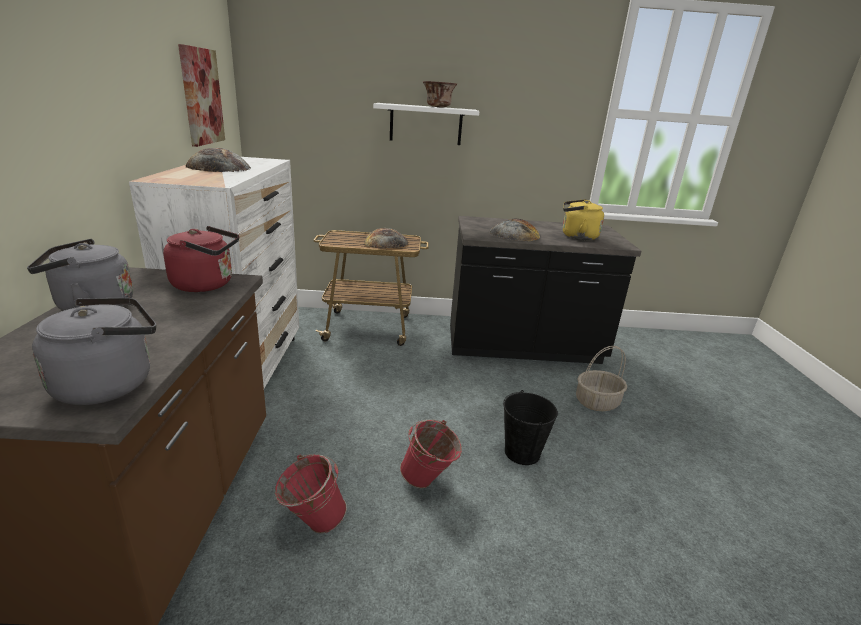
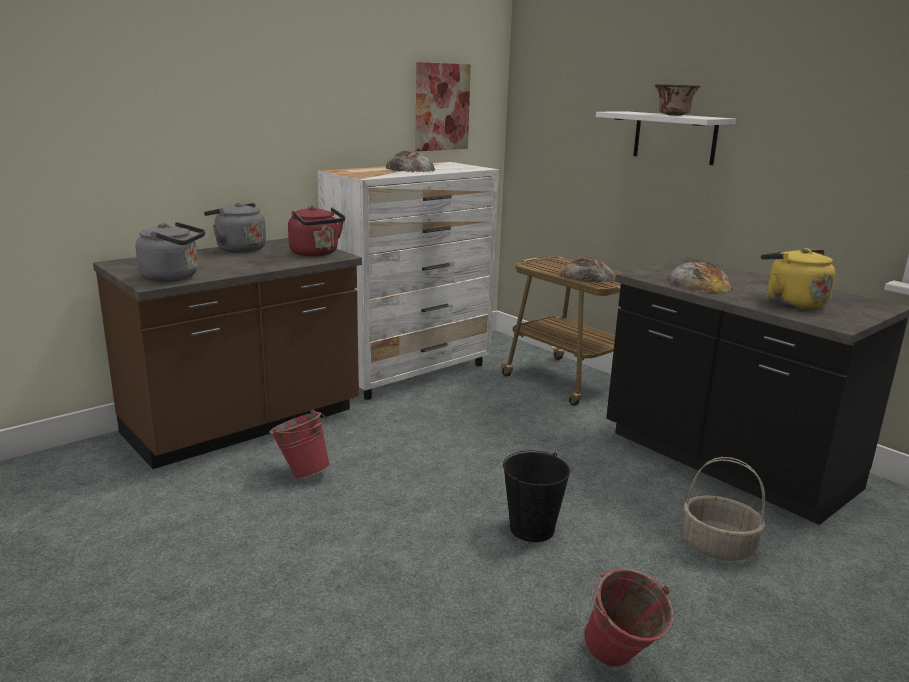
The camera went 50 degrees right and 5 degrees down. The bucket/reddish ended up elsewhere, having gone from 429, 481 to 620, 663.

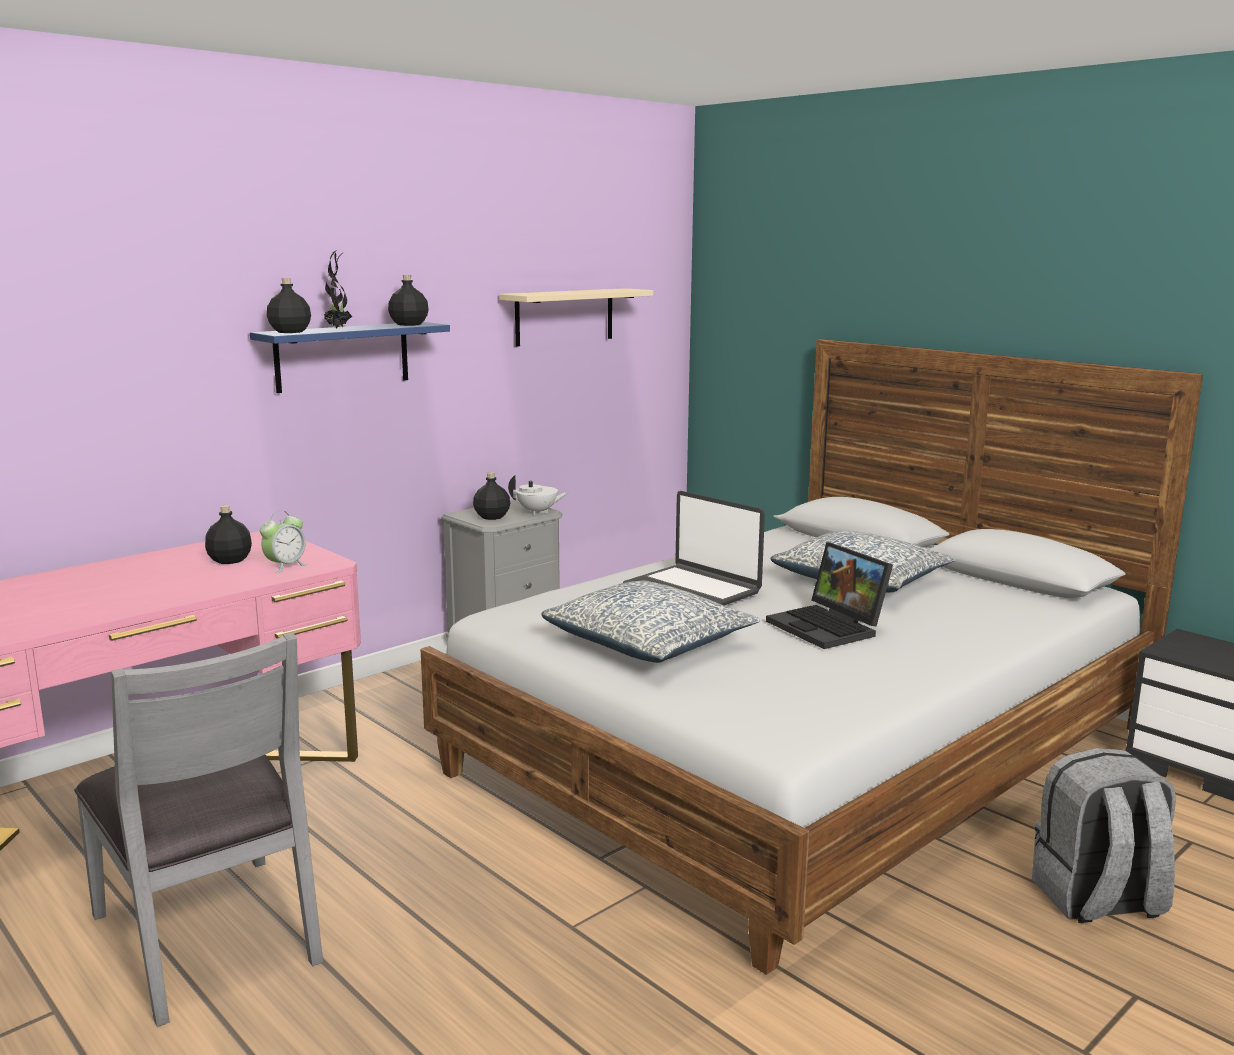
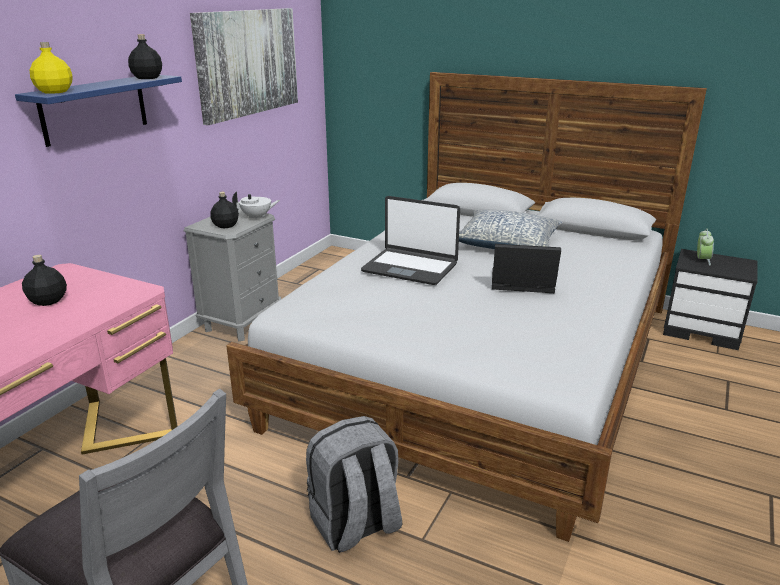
The camera went 20 degrees left and 10 degrees up. The bedside clock ended up elsewhere, having gone from 285, 566 to 702, 260. What was the bottle/black-coloured at 290, 332 turned into the bottle/yellowish at 55, 91. The second view lost the potted plant at 337, 328. Where the bracket shelf/sand-coloured hung at 564, 316, the wall art came to hang at 248, 63. The second view lost the pillow at 649, 643. The notebook computer at 829, 627 ended up facing another way, 150 degrees clockwise from before. The knapsack/grey ended up elsewhere, having gone from 1097, 901 to 355, 525.

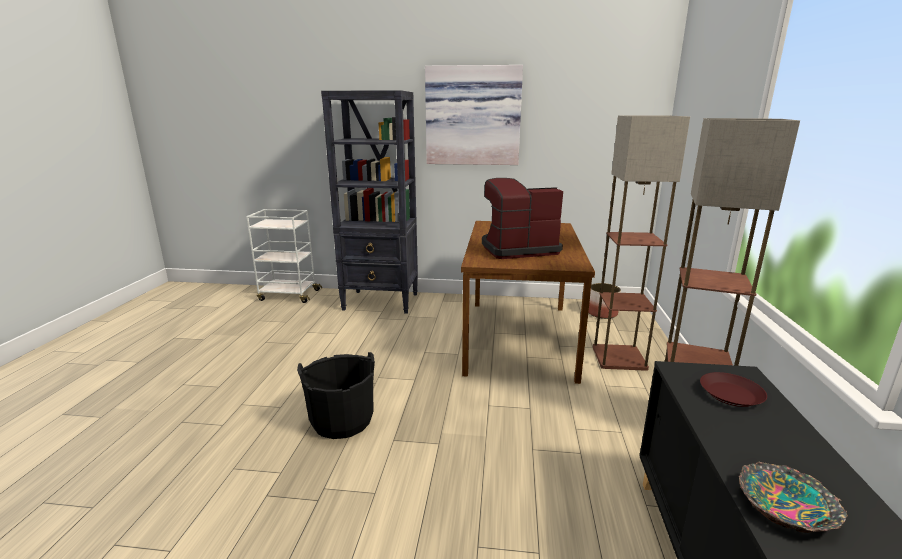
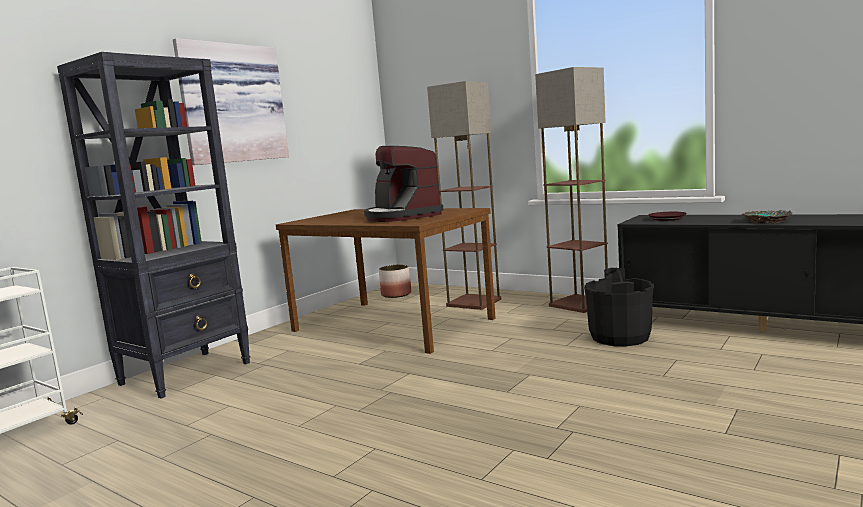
The camera went 60 degrees left and 10 degrees down. The bucket/black-coloured ended up elsewhere, having gone from 342, 420 to 620, 337. The coffee machine at 517, 249 ended up facing another way, 45 degrees counterclockwise from before.

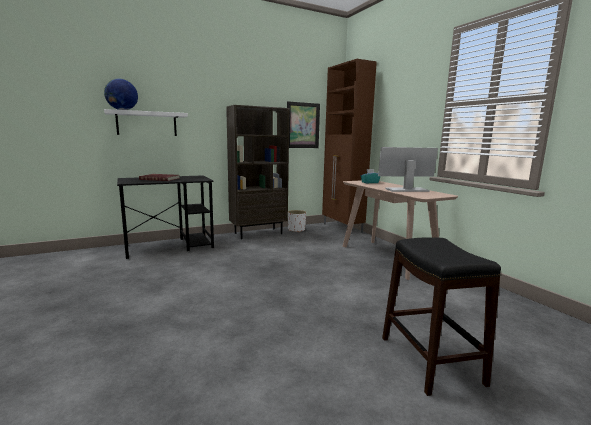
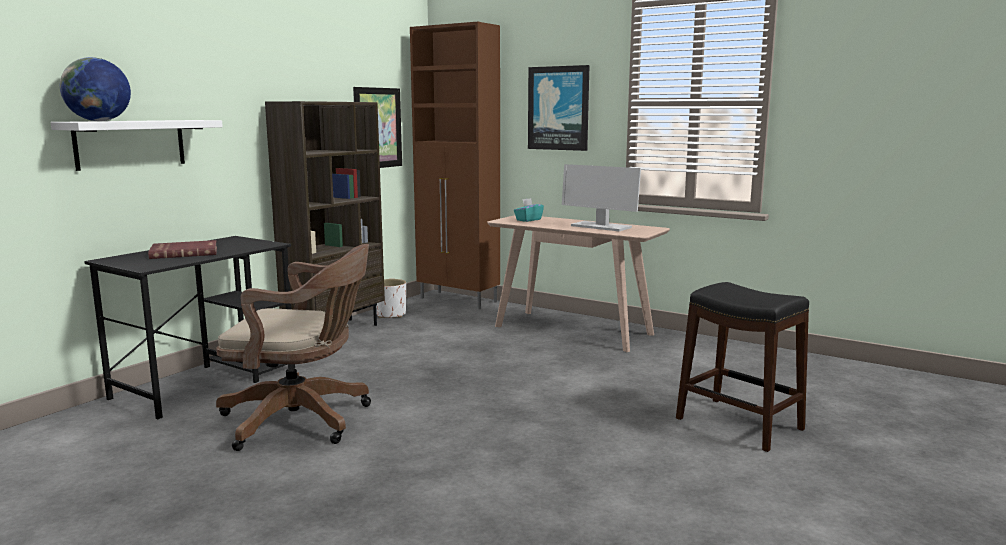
The camera went 30 degrees left and 0 degrees up. The monitor at 407, 190 ended up facing another way, 105 degrees counterclockwise from before. The second view gained the desk chair/brown-coloured at 303, 420. The second view gained the wall art at 558, 108.

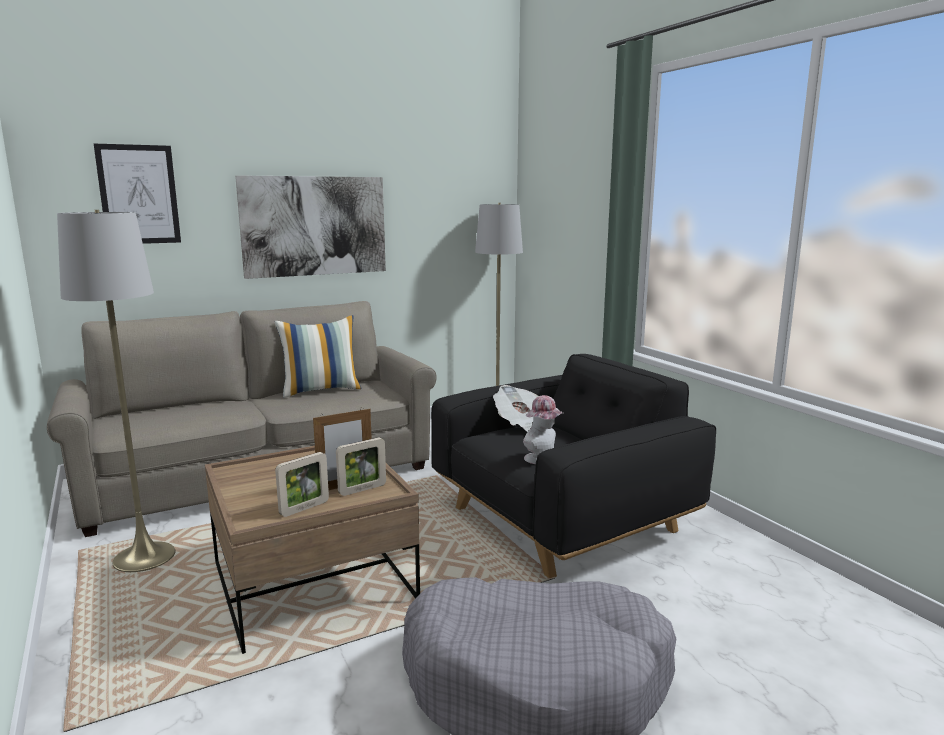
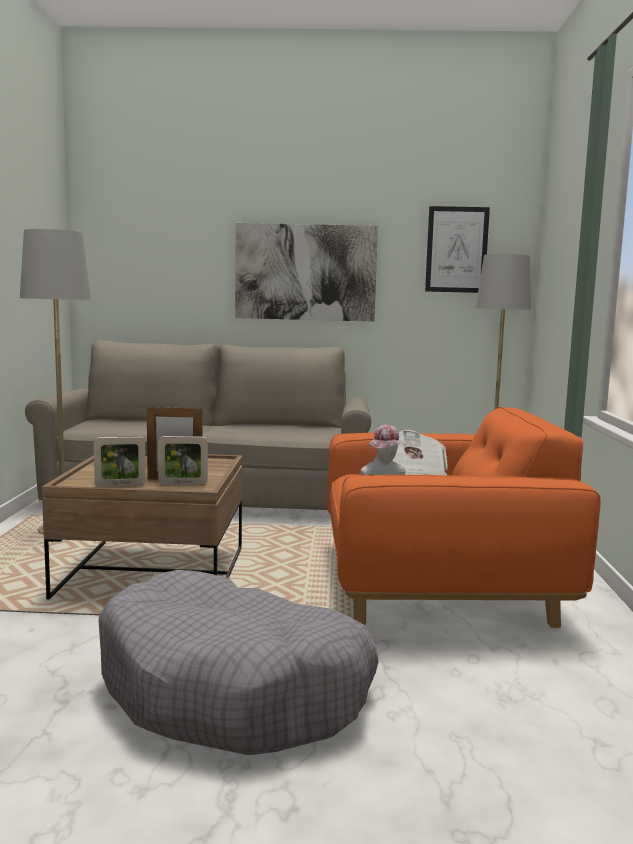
The camera went 30 degrees right and 5 degrees down. The wall art ended up elsewhere, having gone from 139, 194 to 456, 249. The second view lost the pillow at 321, 390. What was the easy chair/black-coloured at 562, 520 turned into the easy chair/orange at 436, 586.

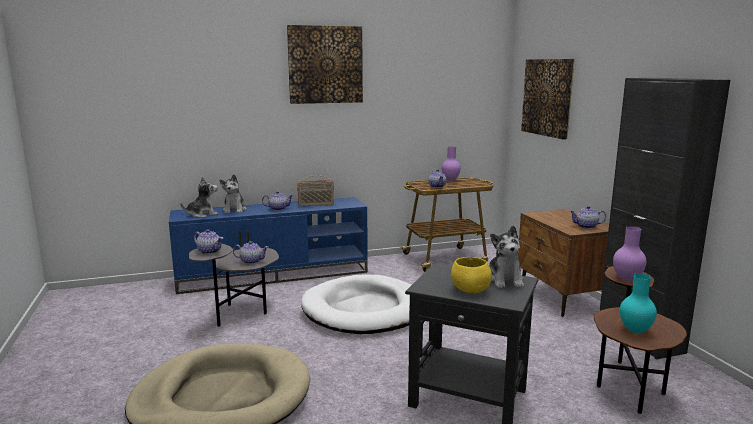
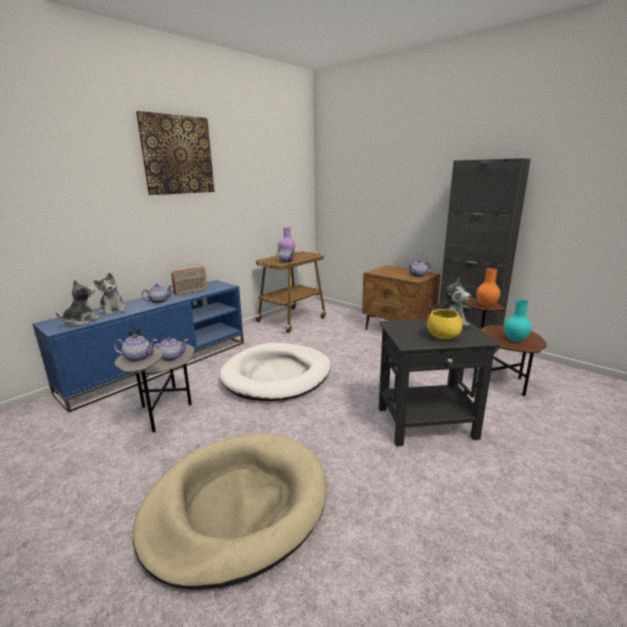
The camera went 30 degrees left and 5 degrees up. The second view lost the wall art at 547, 97. What was the flower vase/purple-coloured at 627, 279 turned into the flower vase/orange at 486, 306.

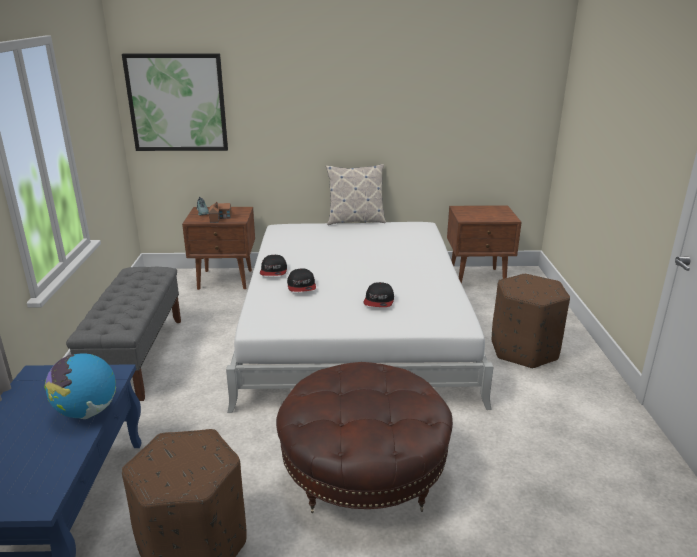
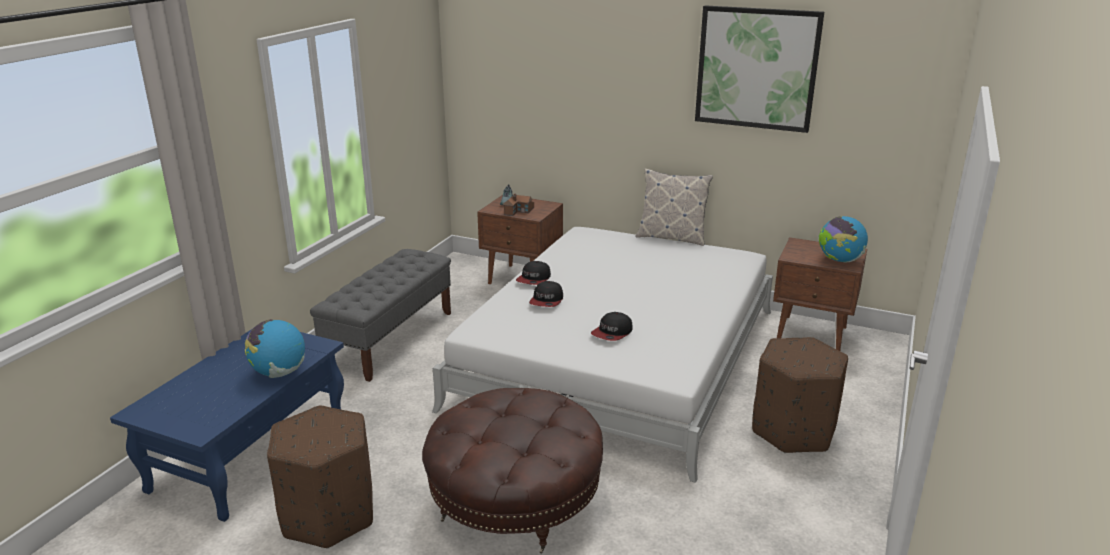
The camera went 25 degrees right and 0 degrees up. The wall art ended up elsewhere, having gone from 177, 103 to 756, 68. The second view gained the world globe at 839, 260.

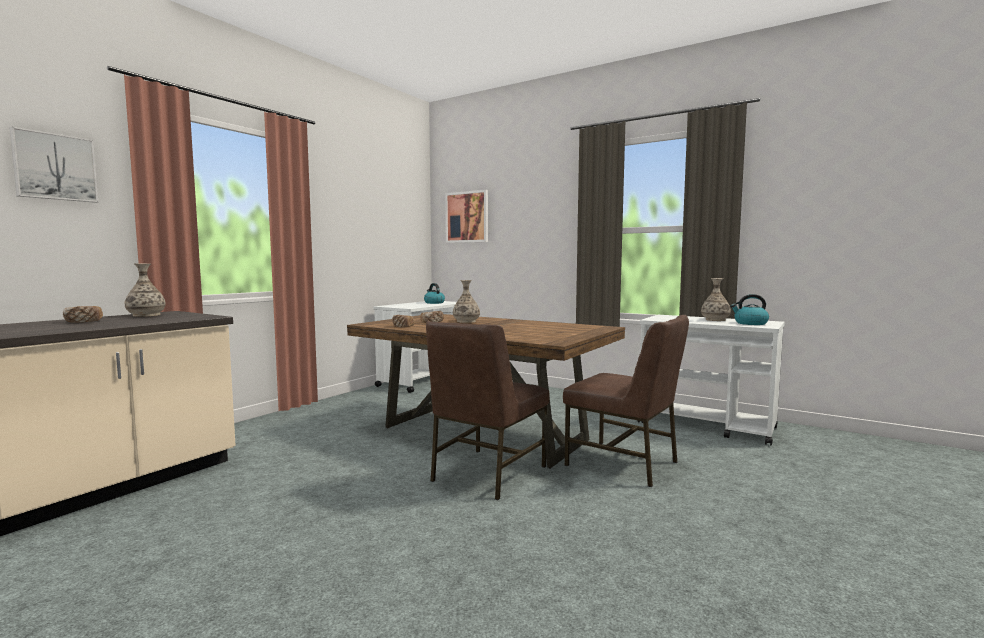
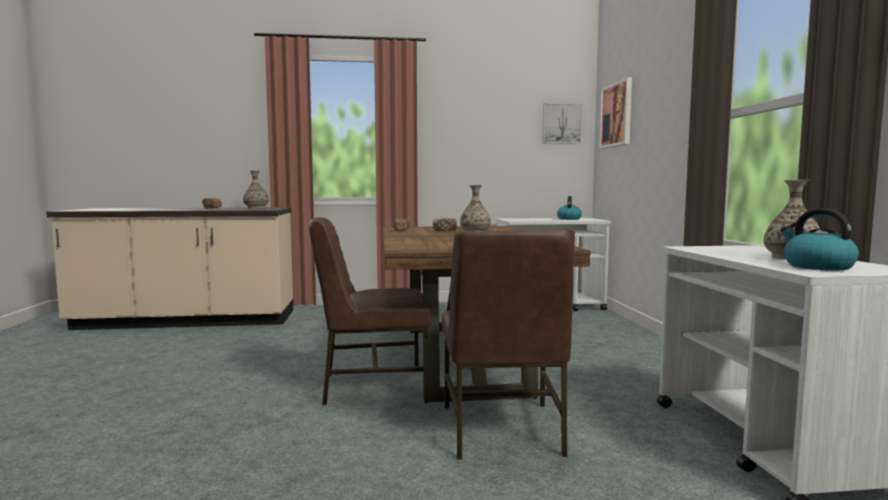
The camera went 50 degrees right and 0 degrees up. The wall art ended up elsewhere, having gone from 54, 167 to 561, 123.

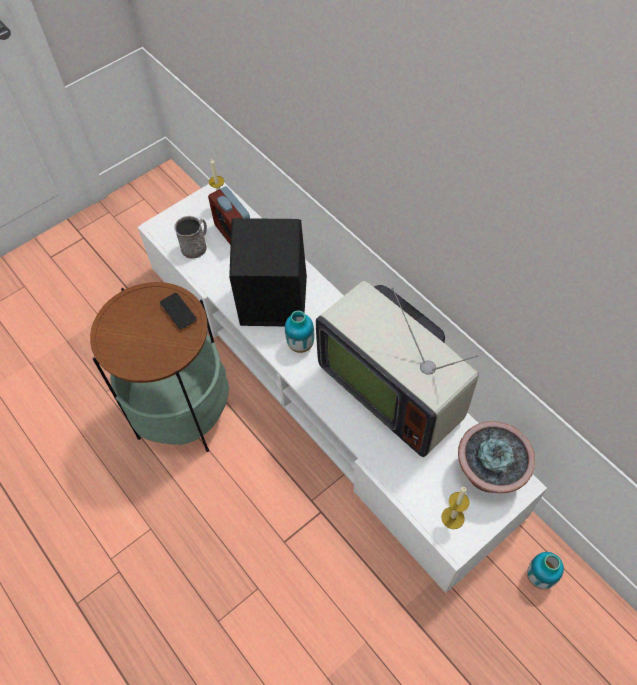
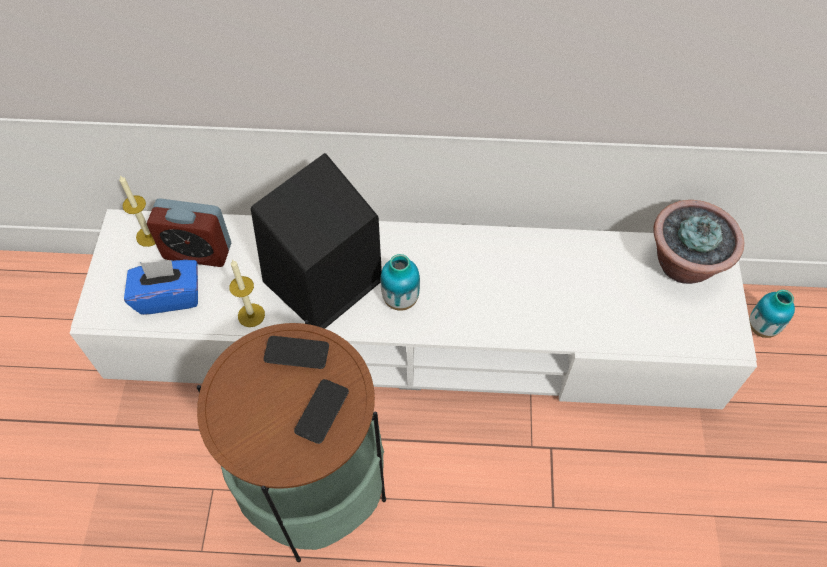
The camera went 50 degrees left and 0 degrees up. Where the coffee mug/grey stood at 196, 246, the tissue box/blue-coloured came to stand at 169, 296. The second view lost the TV at 393, 388. The candle ended up elsewhere, having gone from 452, 517 to 251, 315. The second view gained the phone at 321, 411.

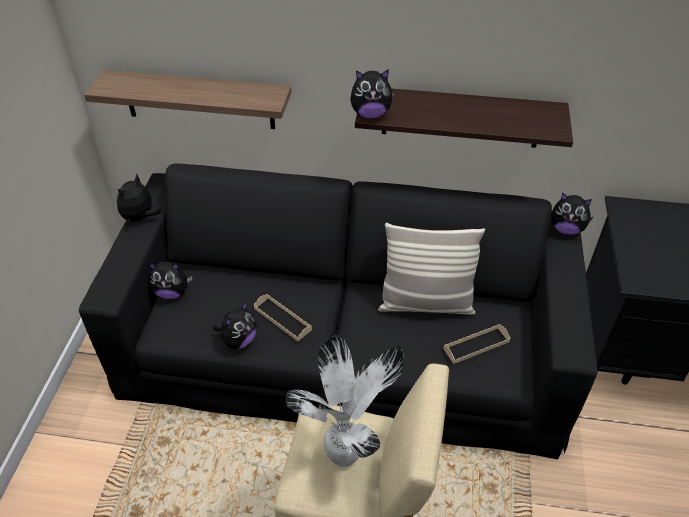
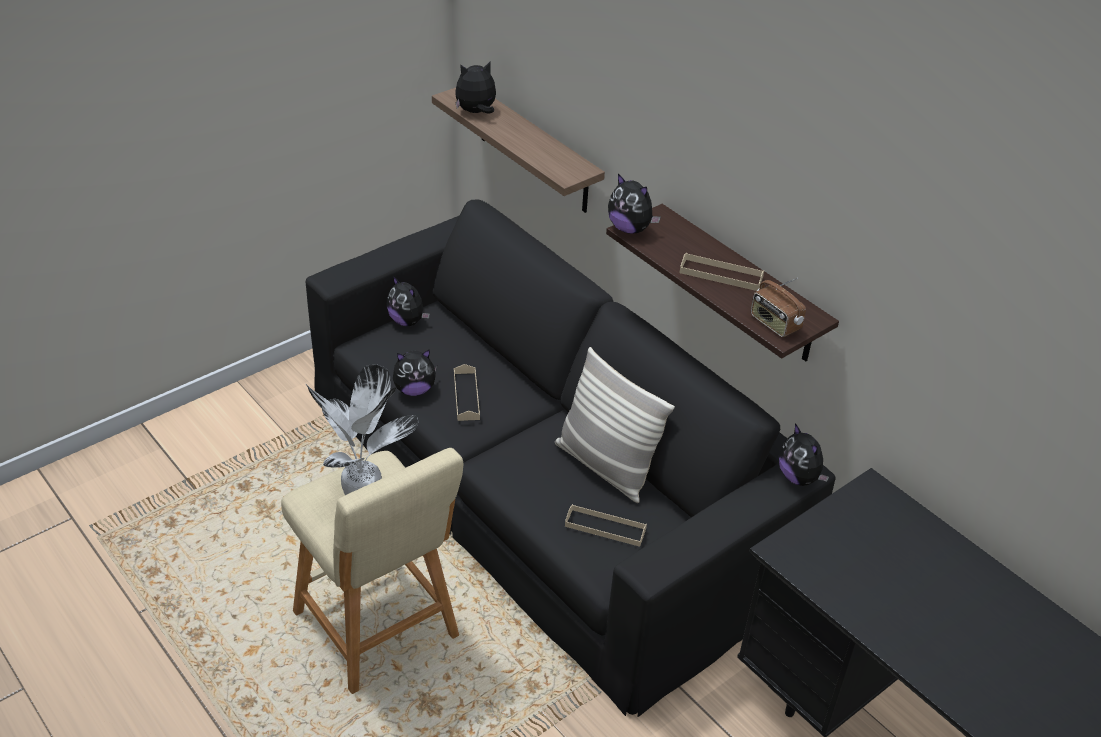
The camera went 40 degrees right and 5 degrees down. The plush toy ended up elsewhere, having gone from 140, 218 to 476, 112. The second view gained the tray/sand-coloured at 721, 275. The second view gained the radio at 774, 324.

